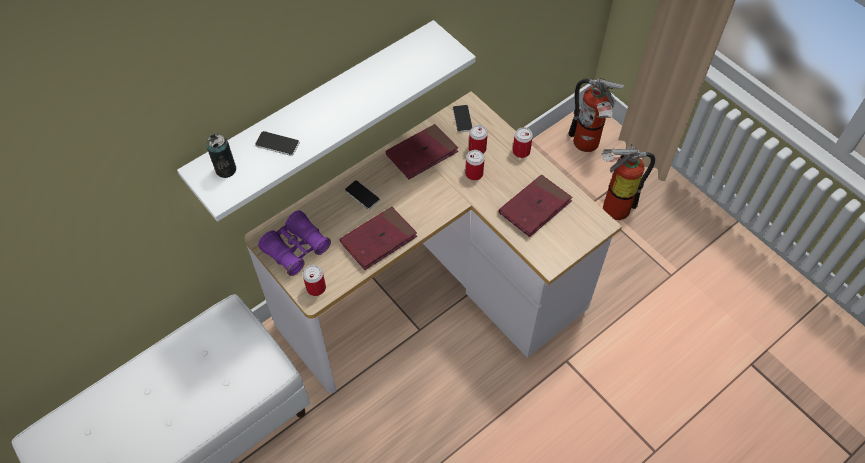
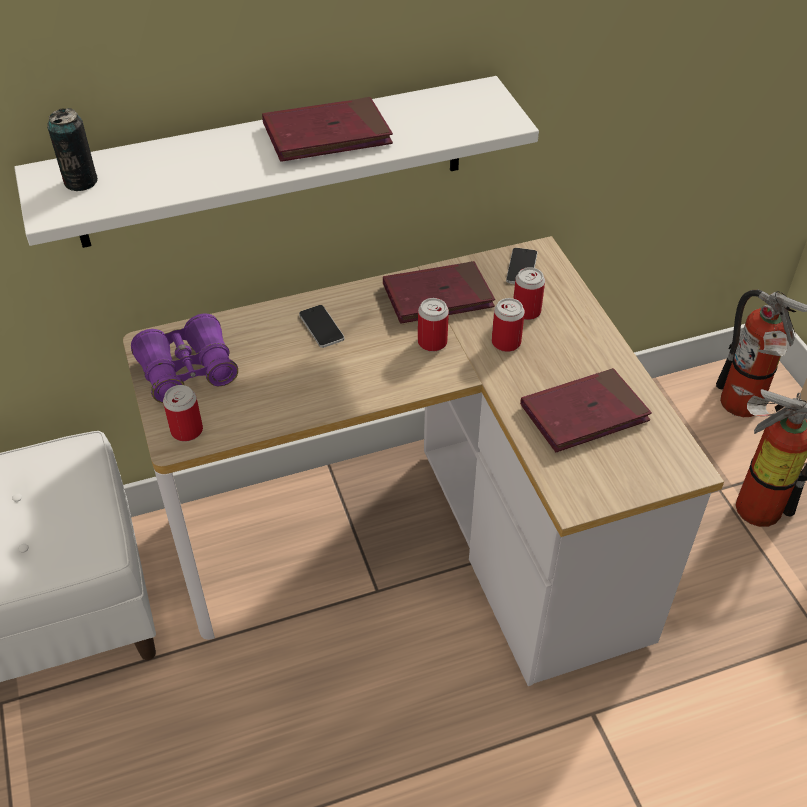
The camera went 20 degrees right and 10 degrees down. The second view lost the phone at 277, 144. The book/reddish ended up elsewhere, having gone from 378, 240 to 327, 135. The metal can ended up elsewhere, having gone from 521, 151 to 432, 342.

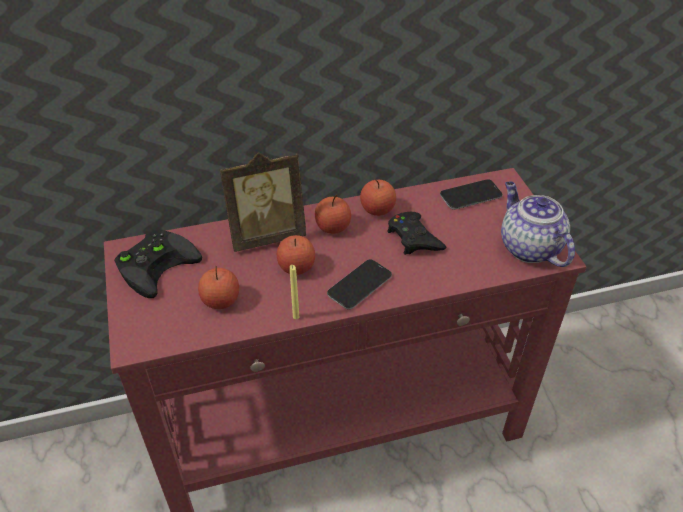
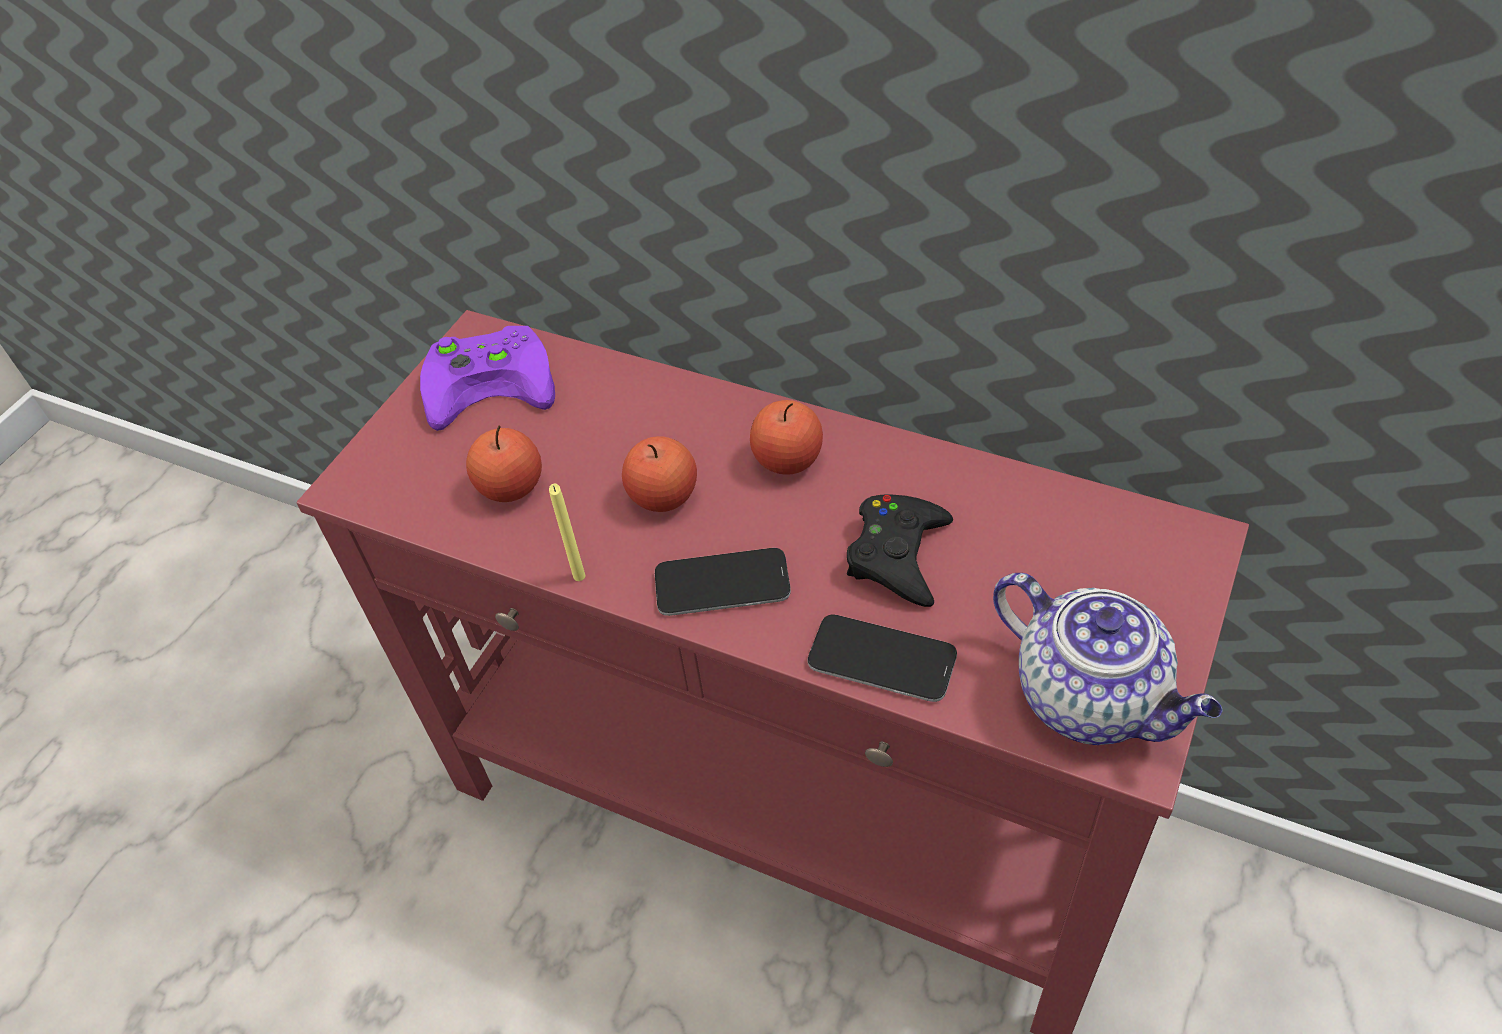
The camera went 45 degrees right and 5 degrees up. What was the joypad/black-coloured at 157, 263 turned into the joypad/purple-coloured at 493, 380. The second view lost the standing frame at 266, 235. The second view lost the apple at 377, 209. The phone ended up elsewhere, having gone from 470, 195 to 881, 660. The teapot at 528, 247 ended up facing another way, 120 degrees clockwise from before.

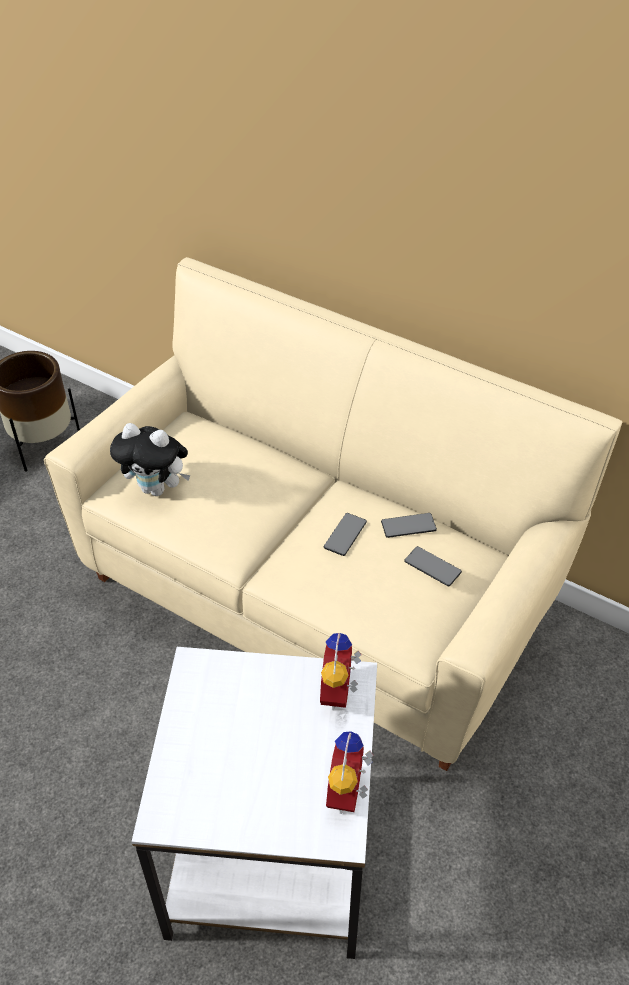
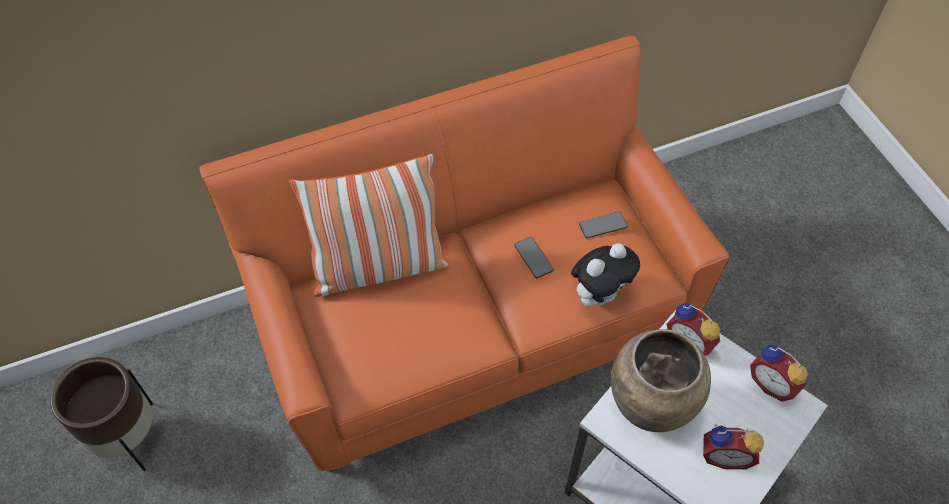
The camera went 55 degrees left and 10 degrees up. What was the sofa/sand-coloured at 316, 597 turned into the sofa/orange at 474, 326. The plush toy ended up elsewhere, having gone from 157, 488 to 599, 295. The second view lost the phone at 408, 526. The second view gained the pillow at 378, 268. The second view gained the flower vase/brown-coloured at 650, 409. The second view gained the bedside clock at 725, 455.

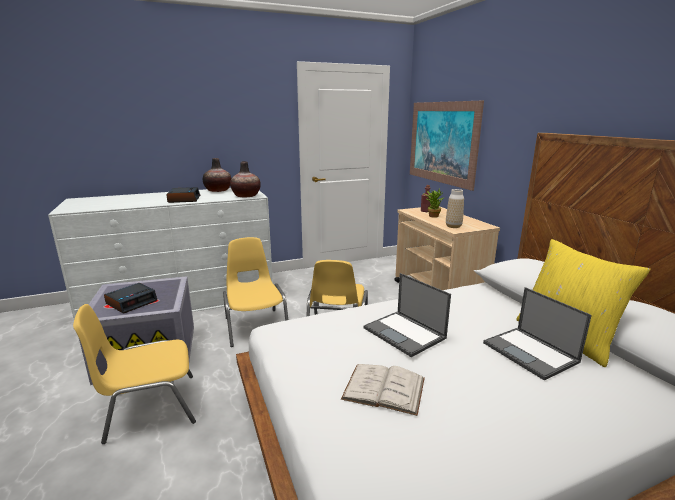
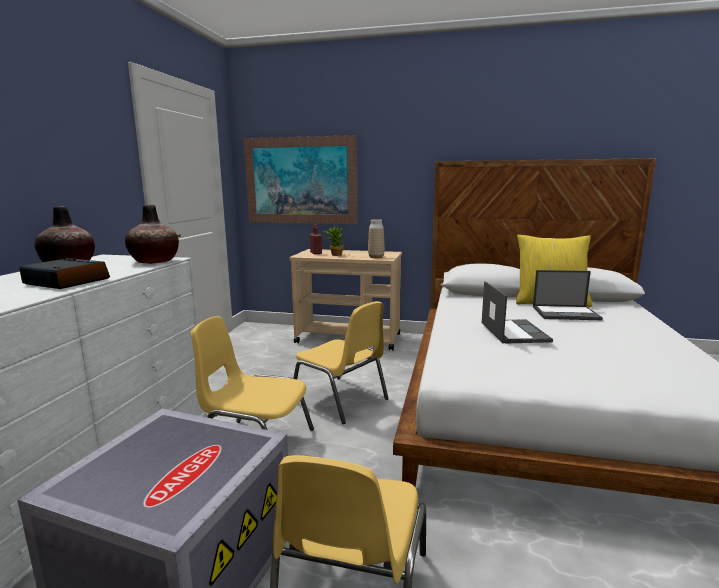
The camera went 55 degrees left and 5 degrees down. The second view lost the bedside clock at 132, 302. The second view lost the book/whitish at 384, 388. The notebook computer at 405, 333 ended up facing another way, 90 degrees counterclockwise from before.

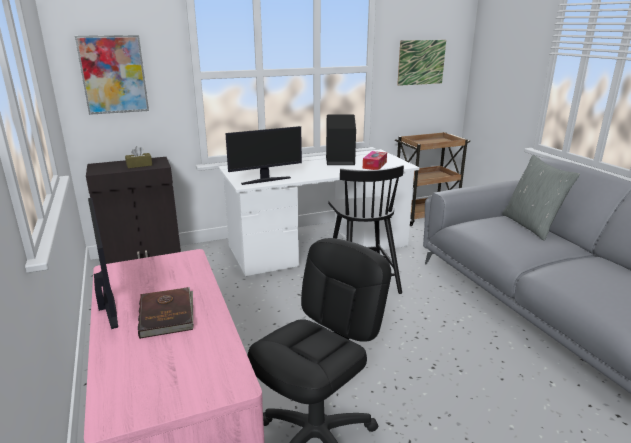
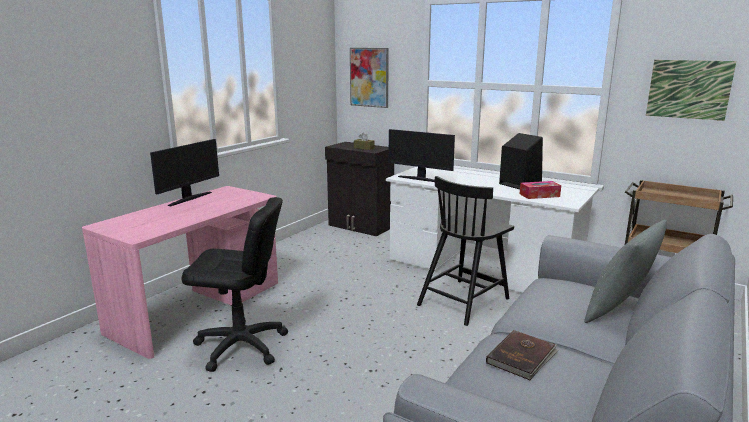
The camera went 55 degrees right and 5 degrees down. The book/brown-coloured ended up elsewhere, having gone from 167, 314 to 522, 357.

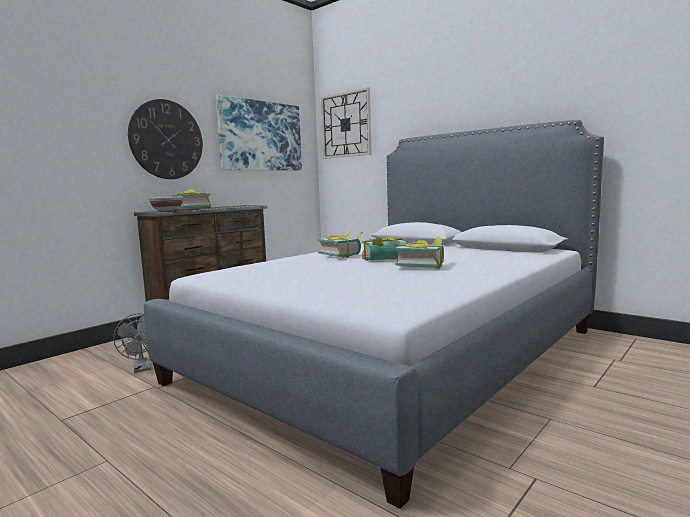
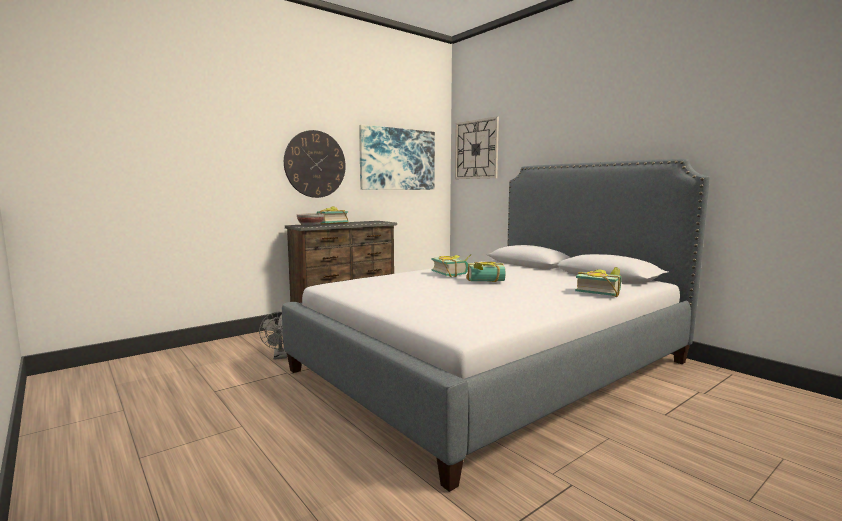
The camera went 10 degrees right and 0 degrees up. The book ended up elsewhere, having gone from 421, 265 to 599, 292.

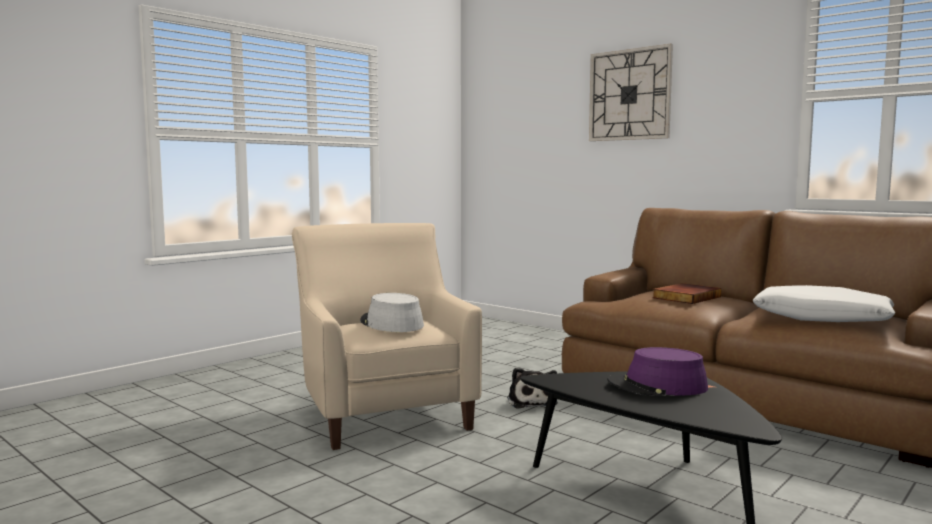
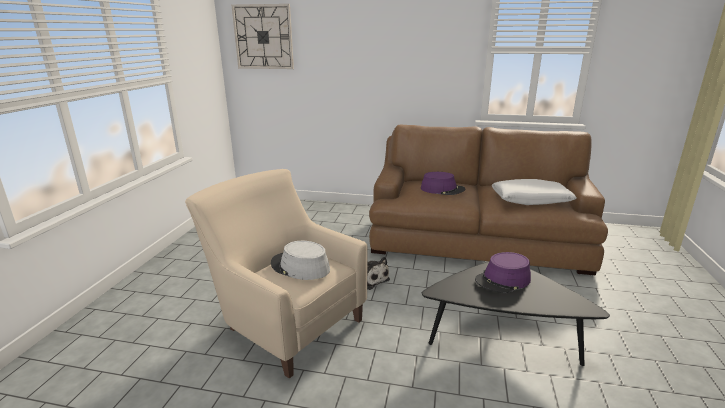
The camera went 30 degrees left and 15 degrees up. The wall clock ended up elsewhere, having gone from 629, 95 to 263, 37. Where the book stood at 685, 297, the clothing hat/purple-coloured came to stand at 442, 189.

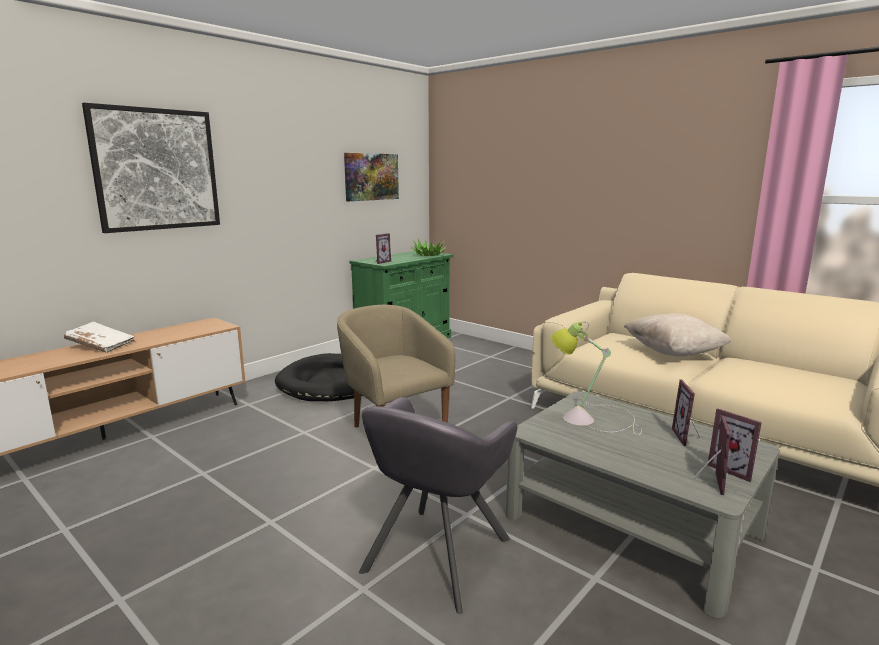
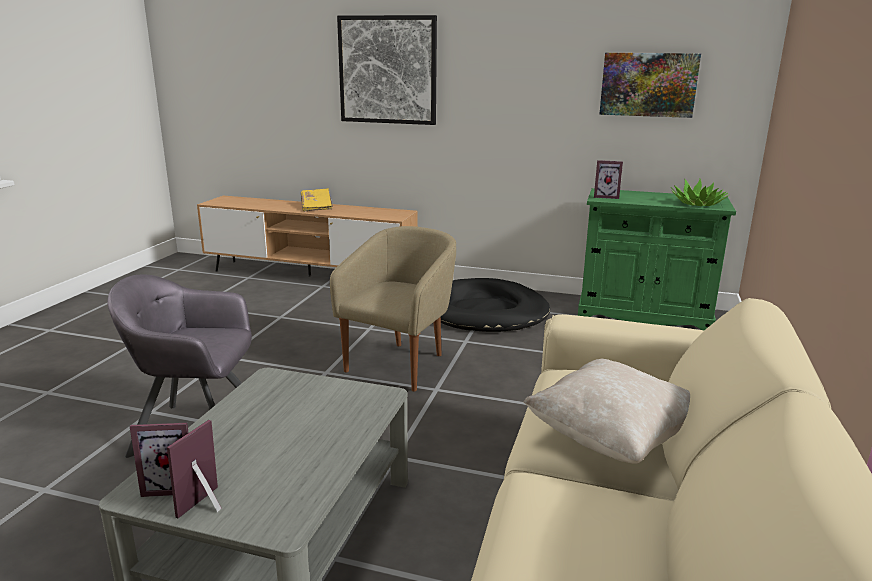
The camera went 65 degrees right and 5 degrees up. What was the book/whitish at 101, 346 turned into the book/yellowish at 316, 207. The second view lost the lamp for a table at 590, 418. The second view lost the standing frame at 688, 437.

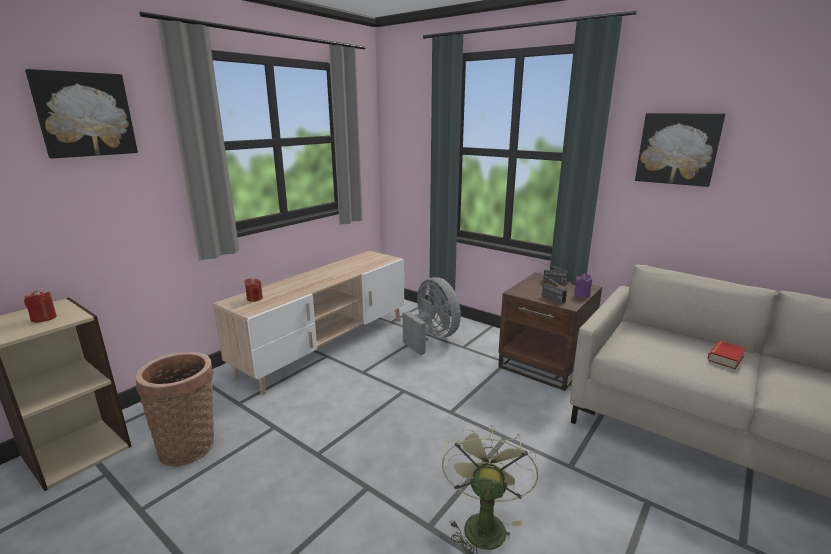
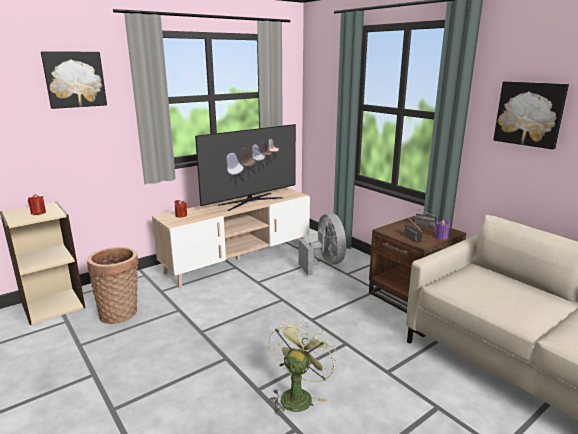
The camera went 15 degrees right and 0 degrees up. The second view lost the book at 725, 358. The second view gained the TV at 250, 201.

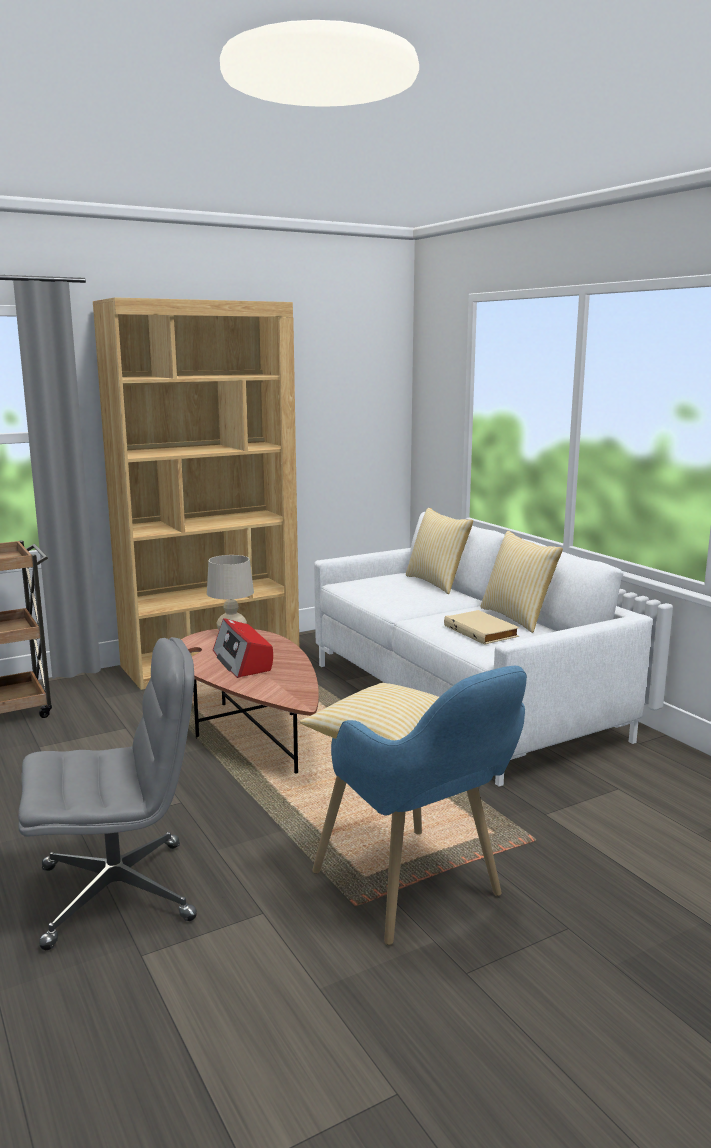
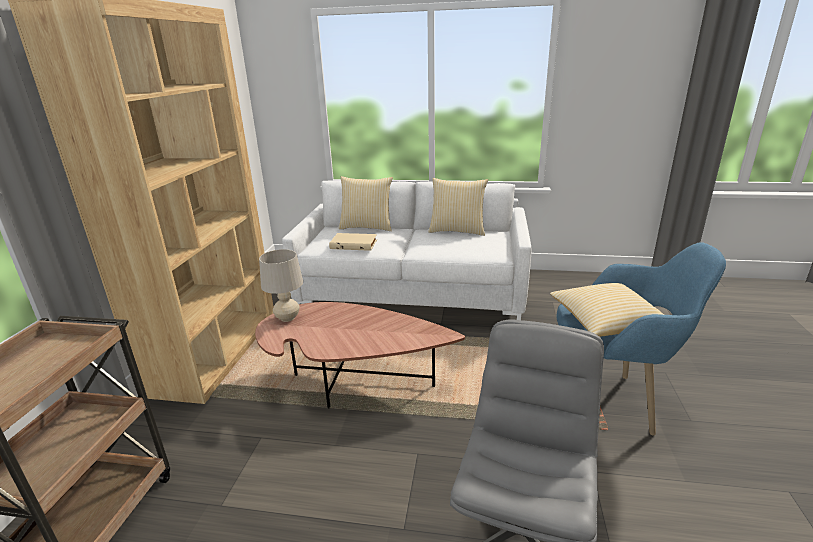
The camera went 50 degrees left and 10 degrees up. The second view lost the radio at 242, 661. The book/sand-coloured ended up elsewhere, having gone from 482, 631 to 354, 244.

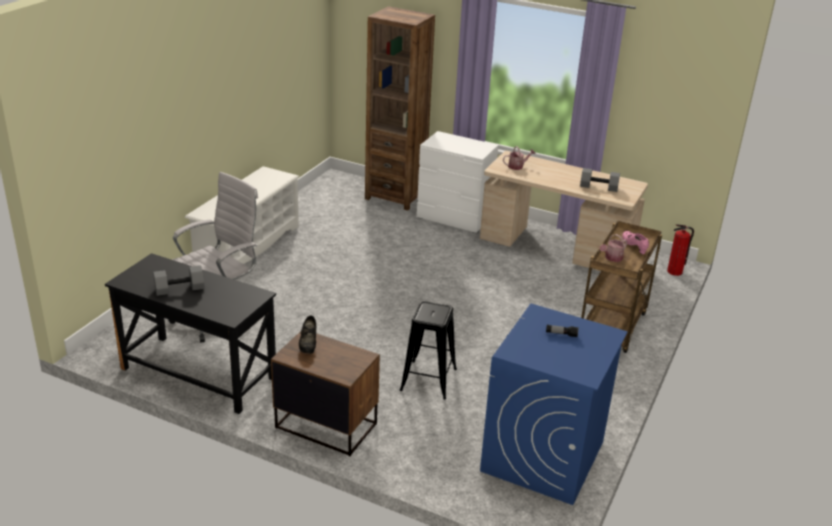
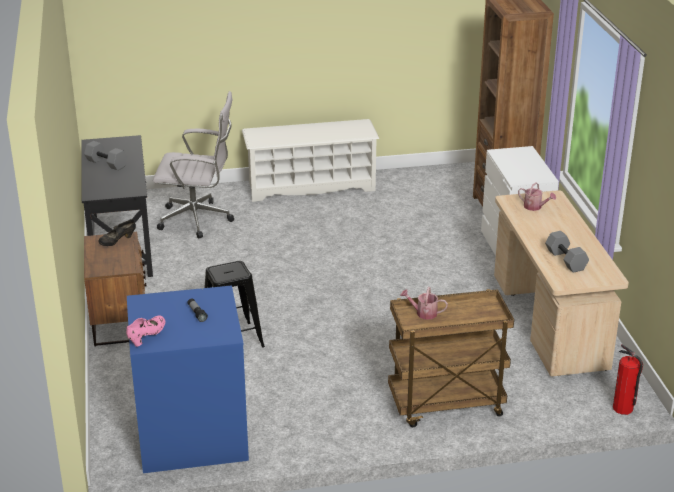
The camera went 55 degrees right and 0 degrees up. The shoe/pinkish ended up elsewhere, having gone from 634, 247 to 147, 336.

